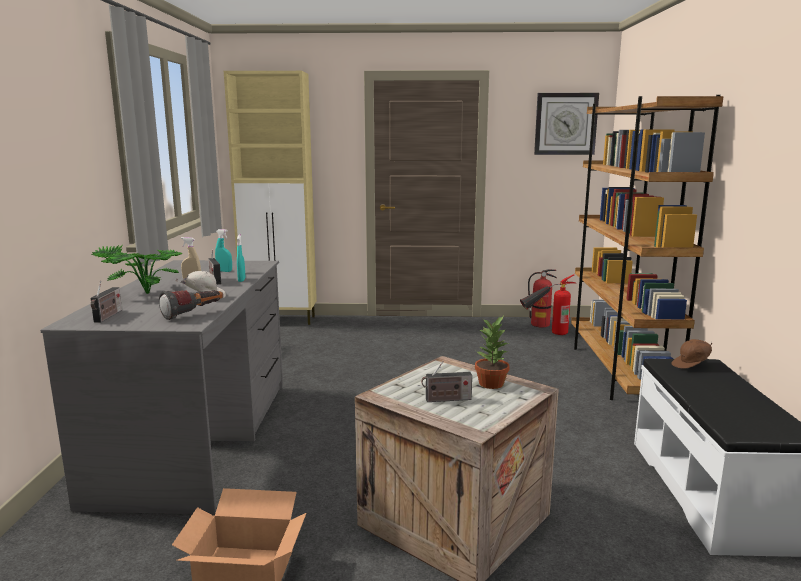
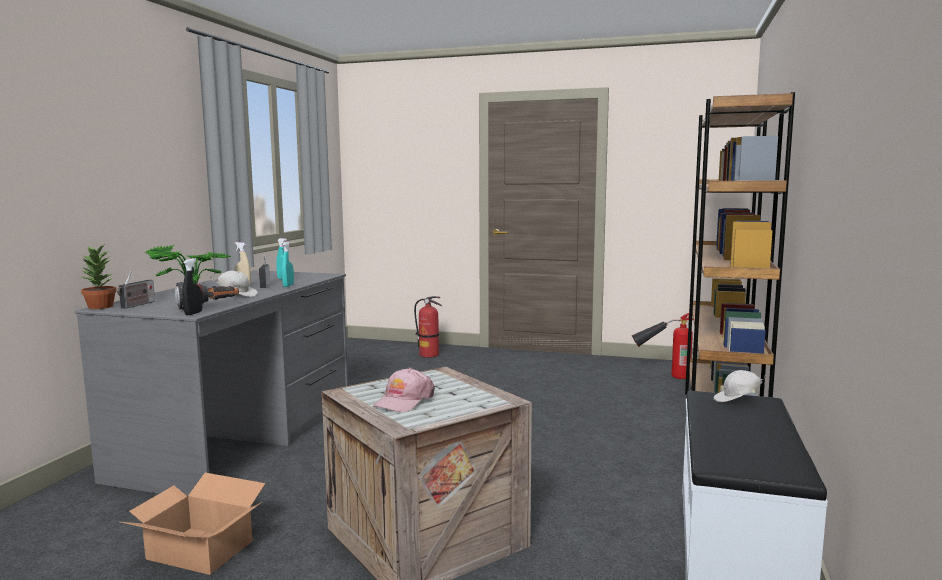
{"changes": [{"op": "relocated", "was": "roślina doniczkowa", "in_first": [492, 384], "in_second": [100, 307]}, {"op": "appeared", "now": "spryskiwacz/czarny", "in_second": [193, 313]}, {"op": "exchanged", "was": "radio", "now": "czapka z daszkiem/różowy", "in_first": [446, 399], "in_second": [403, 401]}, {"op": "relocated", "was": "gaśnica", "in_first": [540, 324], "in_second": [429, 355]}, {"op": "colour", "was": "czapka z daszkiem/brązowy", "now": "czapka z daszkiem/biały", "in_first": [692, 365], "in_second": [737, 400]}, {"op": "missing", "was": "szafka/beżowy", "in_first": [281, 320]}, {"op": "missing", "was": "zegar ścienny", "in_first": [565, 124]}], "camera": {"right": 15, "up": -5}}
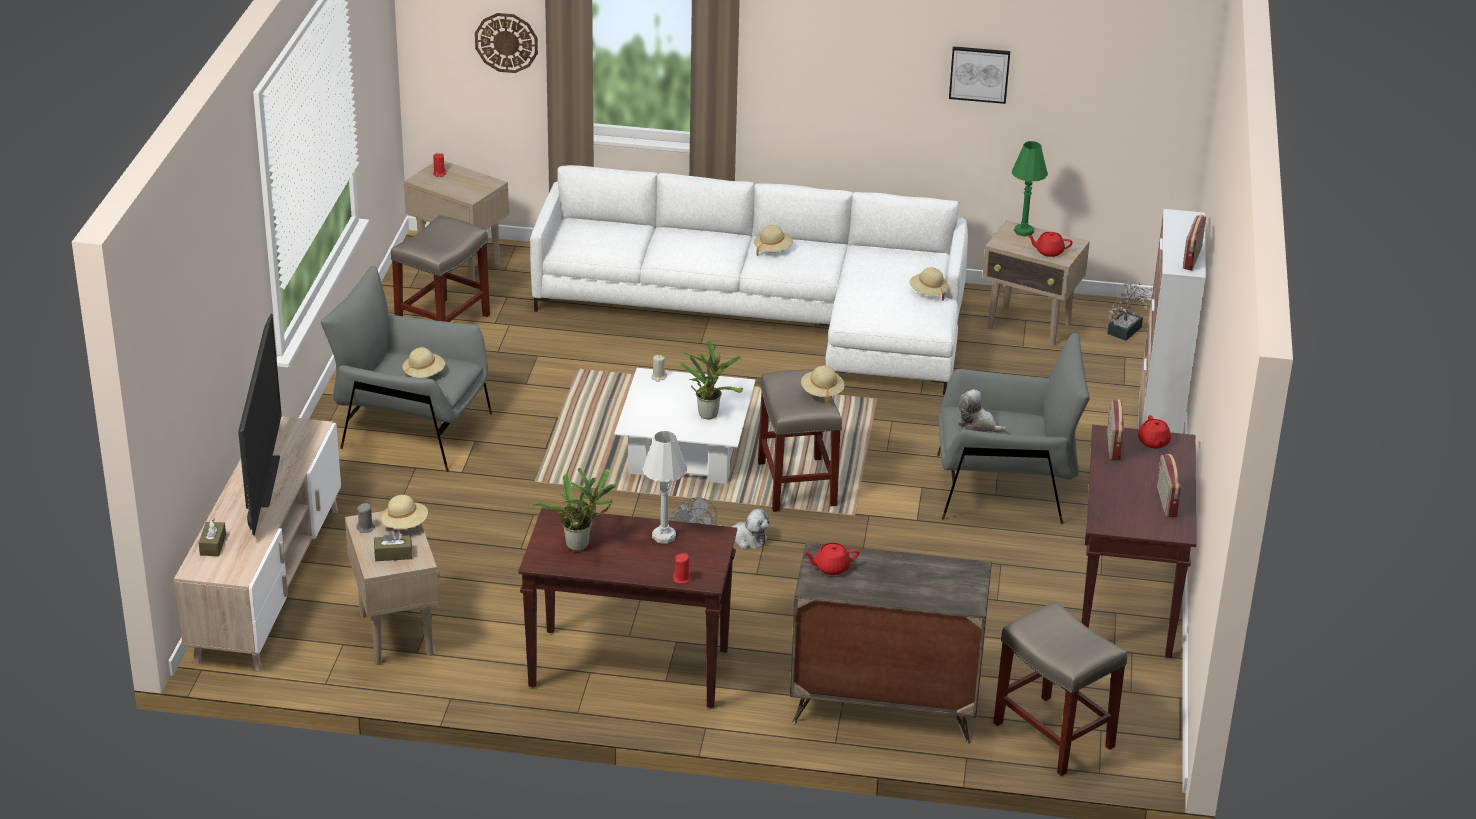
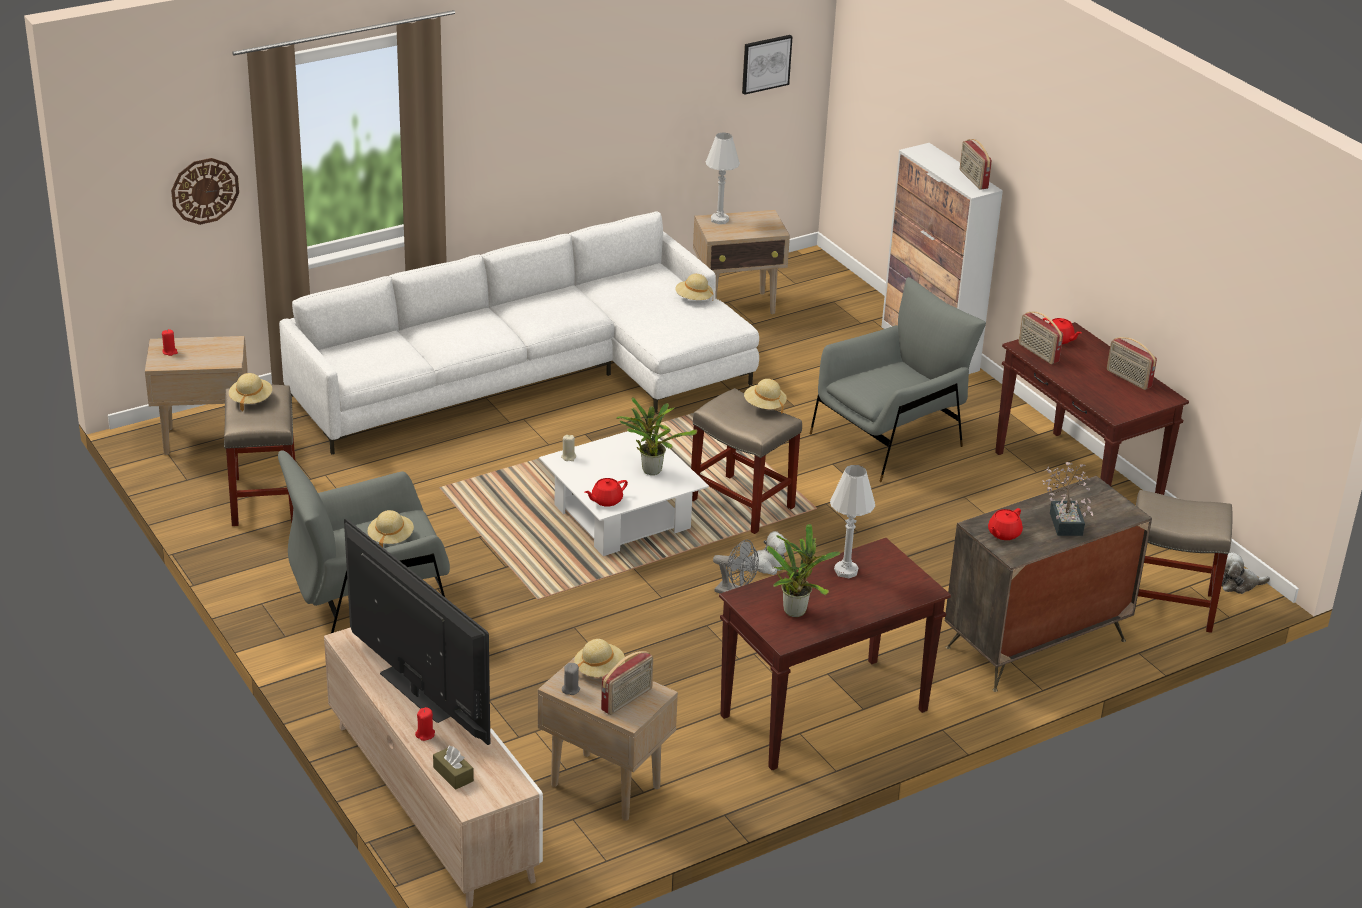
{"changes": [{"op": "relocated", "was": "kapelusz/beżowy", "in_first": [773, 250], "in_second": [251, 400]}, {"op": "relocated", "was": "świeca/czerwony", "in_first": [682, 579], "in_second": [425, 734]}, {"op": "relocated", "was": "imbryk/czerwony", "in_first": [1048, 252], "in_second": [606, 500]}, {"op": "exchanged", "was": "pudełko chusteczek/brązowy", "now": "radio", "in_first": [393, 554], "in_second": [627, 700]}, {"op": "colour", "was": "lampa stołowa/zielony", "now": "lampa stołowa/biały", "in_first": [1023, 231], "in_second": [719, 220]}, {"op": "relocated", "was": "obraz", "in_first": [979, 74], "in_second": [765, 63]}, {"op": "relocated", "was": "roślina doniczkowa", "in_first": [1127, 329], "in_second": [1065, 521]}, {"op": "relocated", "was": "pluszak", "in_first": [978, 425], "in_second": [1239, 584]}], "camera": {"right": -40, "up": 0}}
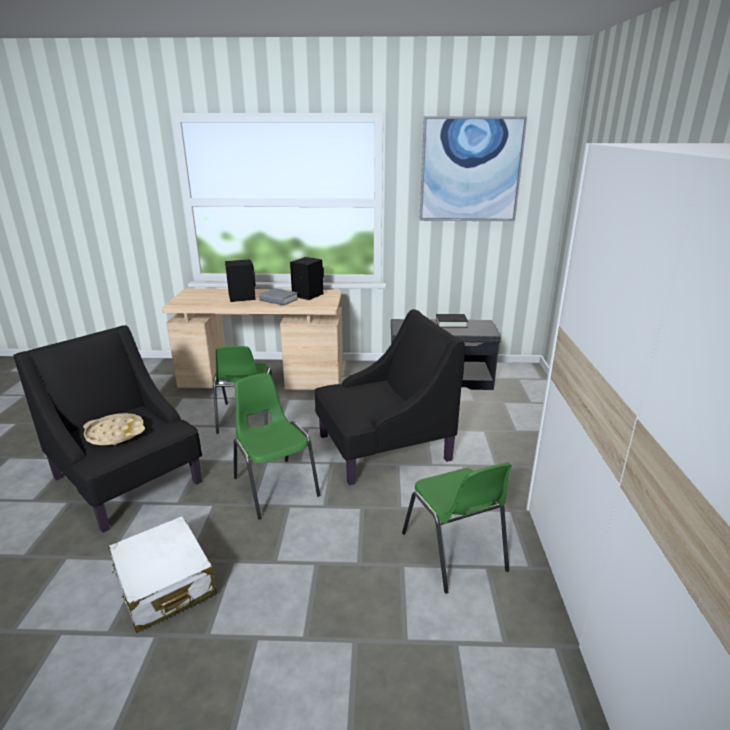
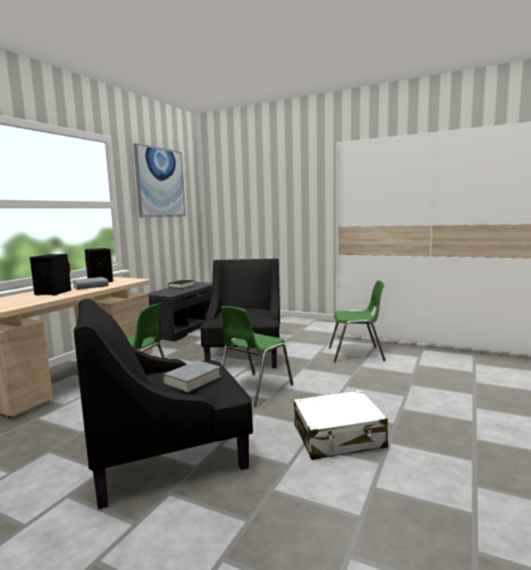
{"changes": [{"op": "exchanged", "was": "taca/beżowy", "now": "książka/szary", "in_first": [115, 434], "in_second": [192, 380]}, {"op": "spun", "was": "krzesło/zielony", "in_first": [275, 486], "in_second": [253, 389], "clockwise": -45}], "camera": {"right": -65, "up": -15}}
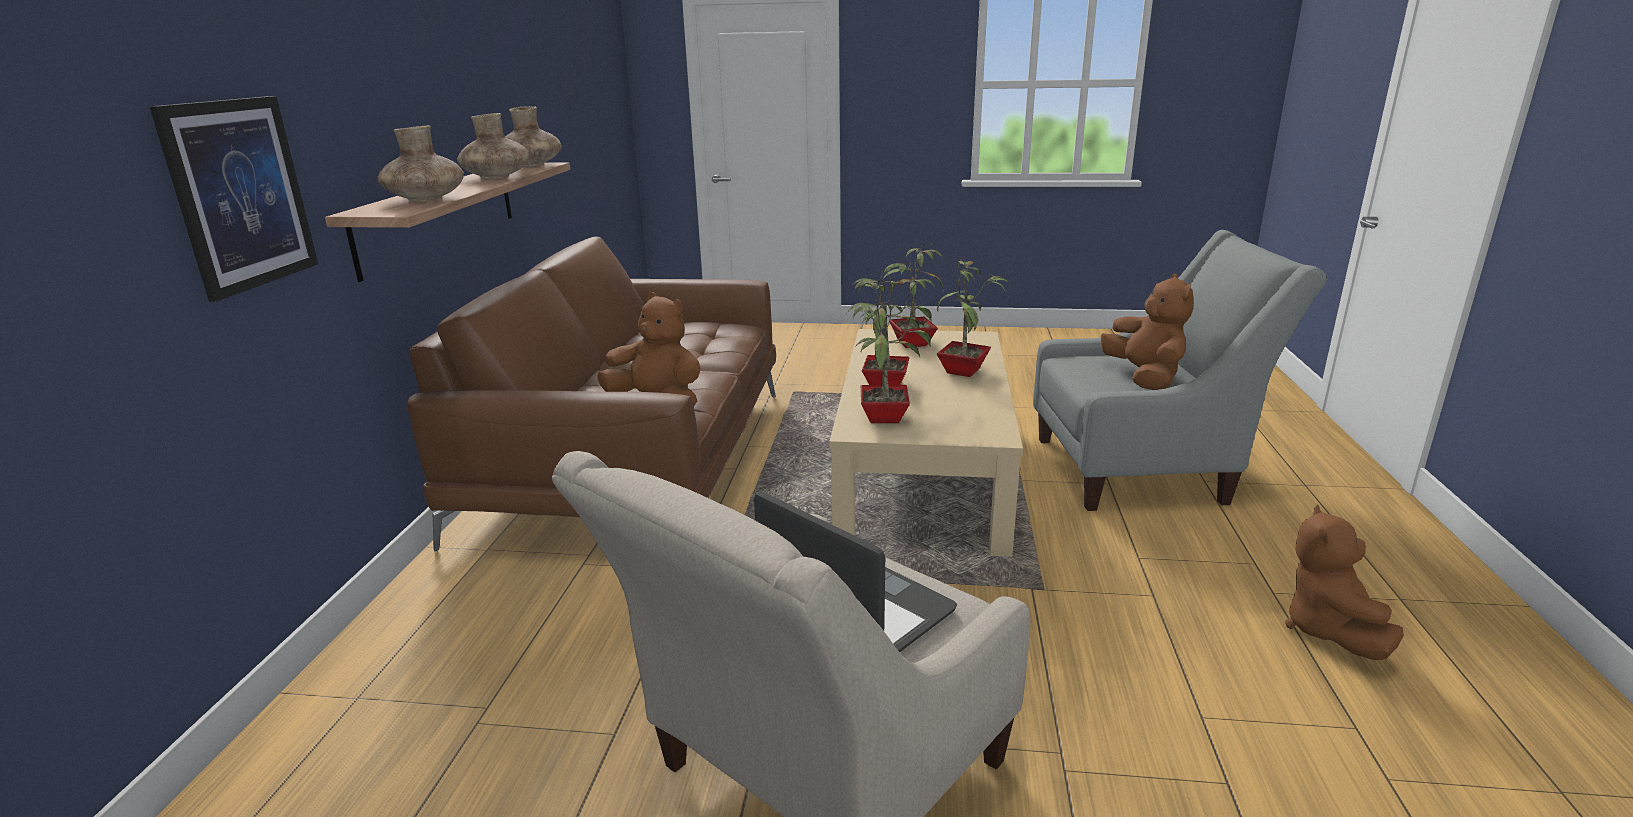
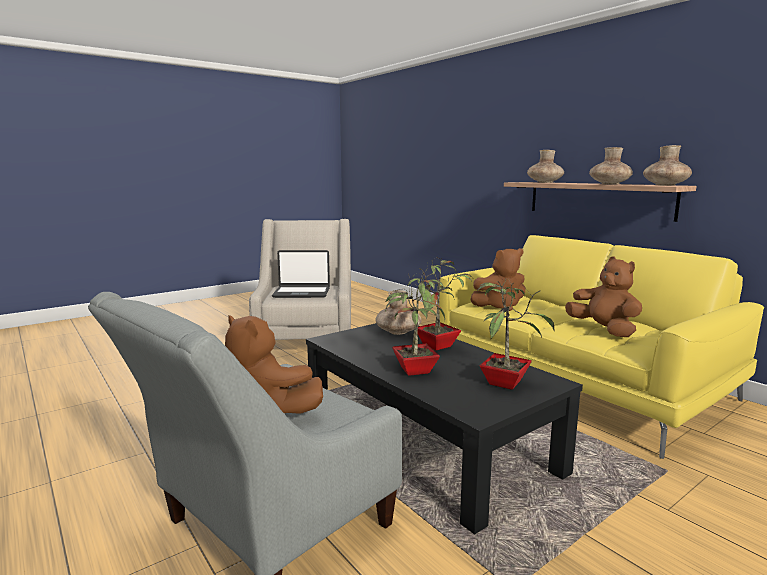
{"changes": [{"op": "colour", "was": "ława/beżowy", "now": "ława/czarny", "in_first": [923, 473], "in_second": [426, 440]}, {"op": "exchanged", "was": "roślina doniczkowa", "now": "wazon/brązowy", "in_first": [884, 416], "in_second": [398, 332]}, {"op": "colour", "was": "kanapa/brązowy", "now": "kanapa/żółty", "in_first": [636, 459], "in_second": [574, 380]}, {"op": "relocated", "was": "pluszak/brązowy", "in_first": [1329, 630], "in_second": [603, 330]}, {"op": "missing", "was": "obraz", "in_first": [240, 194]}], "camera": {"right": 135, "up": -10}}
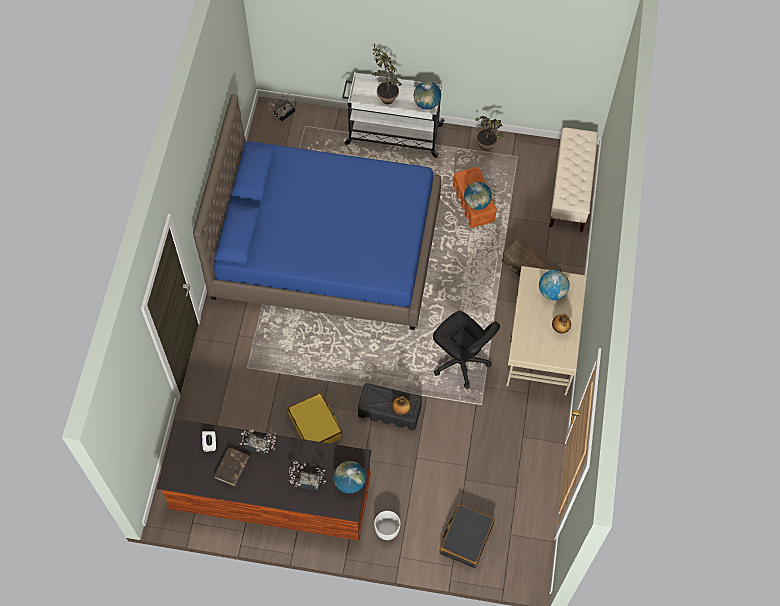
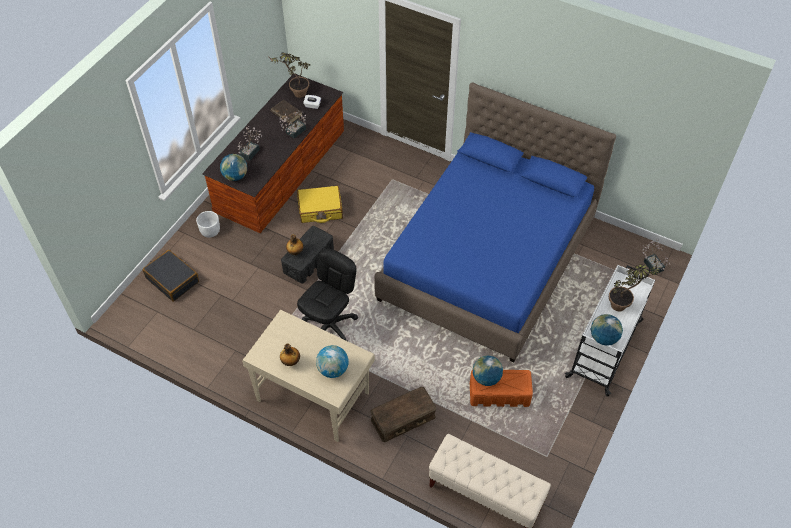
{"changes": [{"op": "relocated", "was": "roślina doniczkowa", "in_first": [487, 149], "in_second": [295, 93]}, {"op": "spun", "was": "krzesło biurowe/czarny", "in_first": [460, 361], "in_second": [330, 326], "clockwise": 150}], "camera": {"right": 110, "up": -10}}
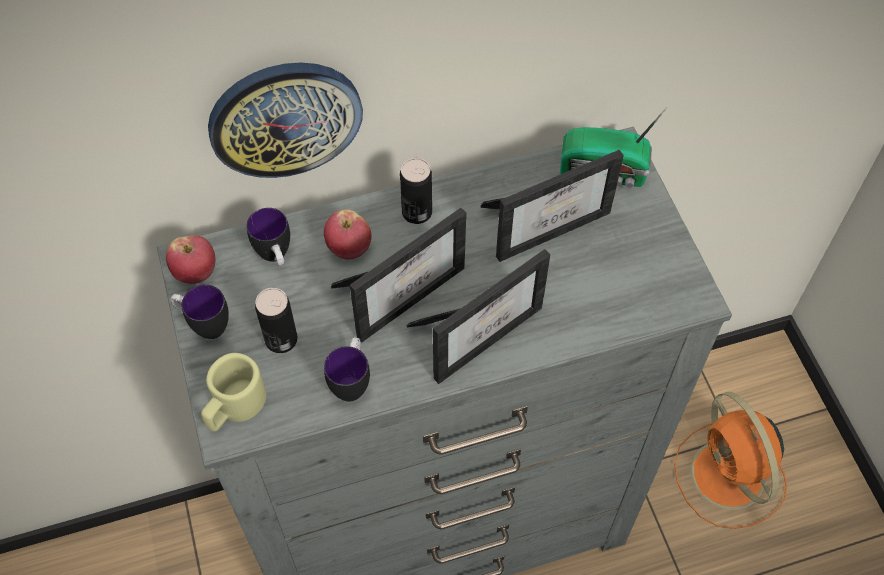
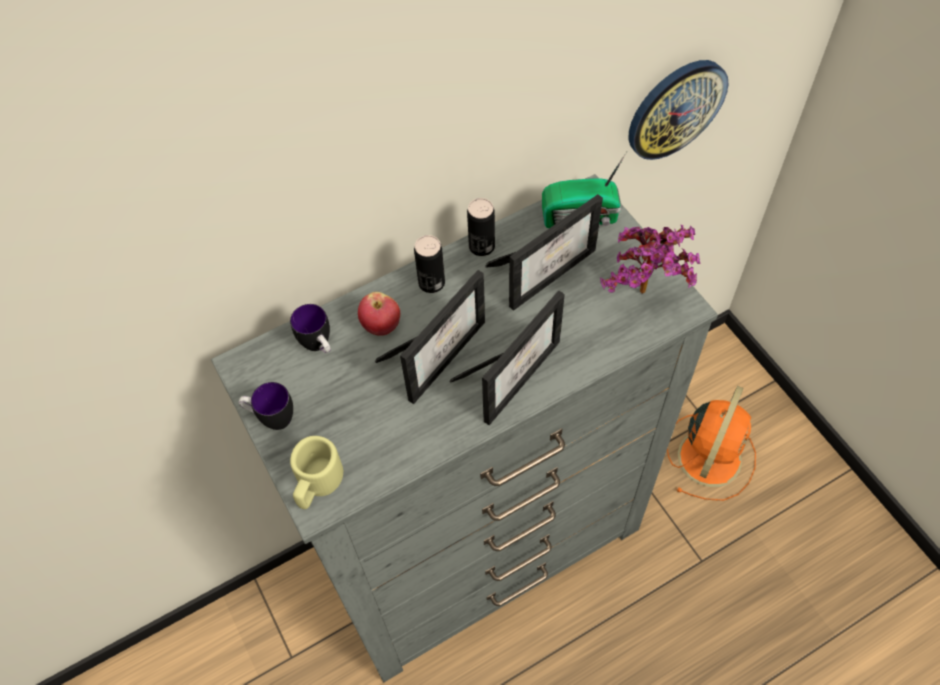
{"changes": [{"op": "relocated", "was": "puszka", "in_first": [281, 339], "in_second": [481, 246]}, {"op": "appeared", "now": "roślina doniczkowa", "in_second": [645, 296]}, {"op": "relocated", "was": "zegar ścienny", "in_first": [285, 118], "in_second": [675, 108]}, {"op": "spun", "was": "wentylator/pomarańczowy", "in_first": [729, 478], "in_second": [710, 455], "clockwise": -120}, {"op": "missing", "was": "jabłko", "in_first": [196, 272]}, {"op": "missing", "was": "kubek", "in_first": [352, 381]}], "camera": {"right": -10, "up": 0}}
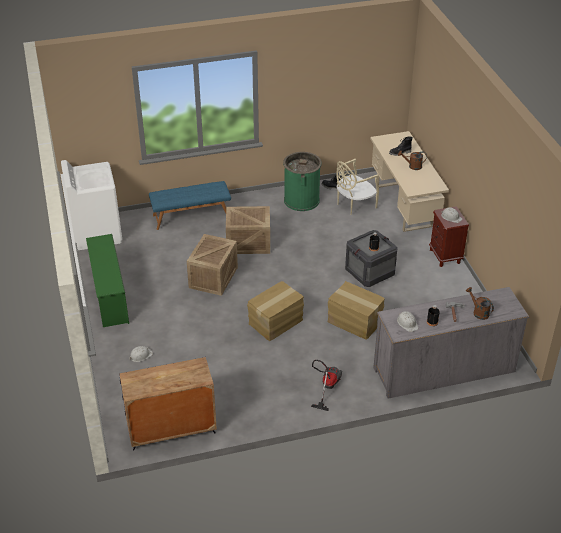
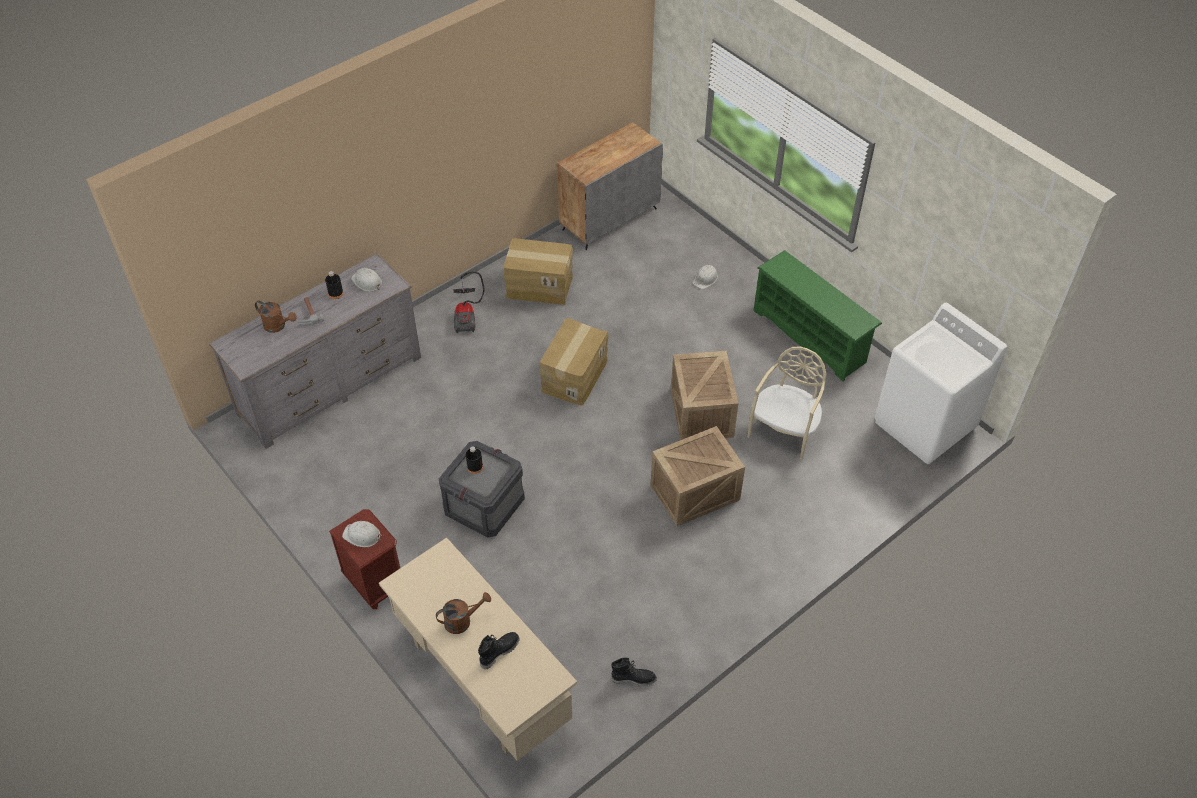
{"changes": [{"op": "relocated", "was": "karton", "in_first": [354, 321], "in_second": [539, 285]}, {"op": "relocated", "was": "krzesło/beżowy", "in_first": [354, 204], "in_second": [784, 431]}, {"op": "missing", "was": "ławka/niebieski", "in_first": [191, 216]}, {"op": "missing", "was": "kosz na śmieci/zielony", "in_first": [301, 200]}], "camera": {"right": 155, "up": 10}}
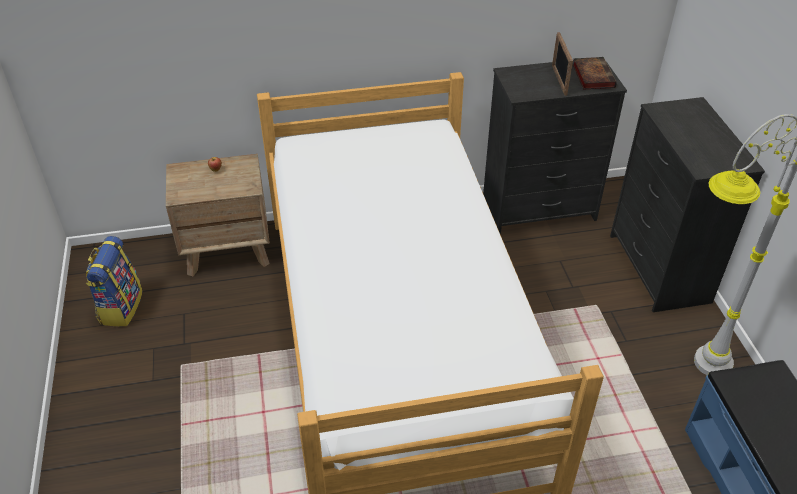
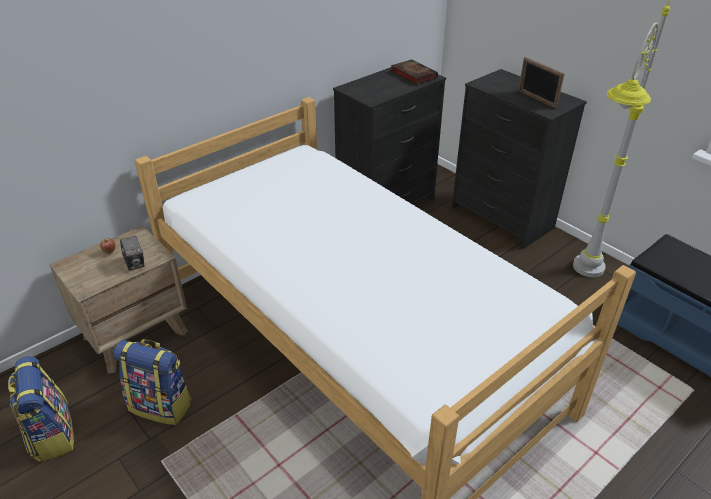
{"changes": [{"op": "appeared", "now": "plecak", "in_second": [162, 405]}, {"op": "appeared", "now": "aparat fotograficzny", "in_second": [135, 263]}, {"op": "relocated", "was": "ramka na zdjęcie", "in_first": [559, 80], "in_second": [536, 99]}], "camera": {"right": -30, "up": -5}}
